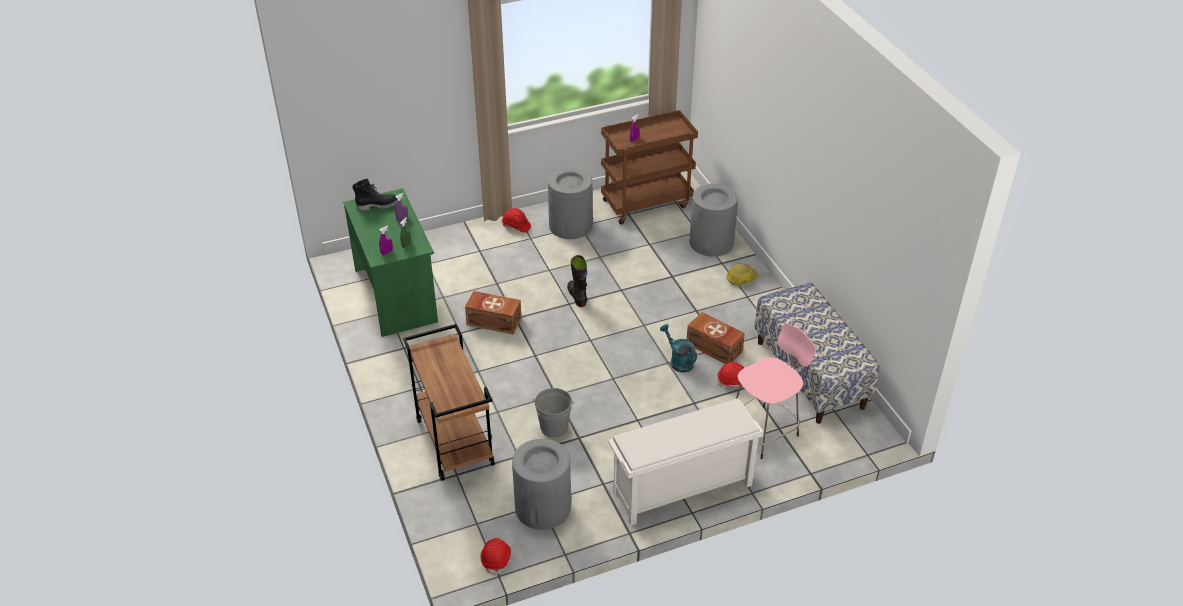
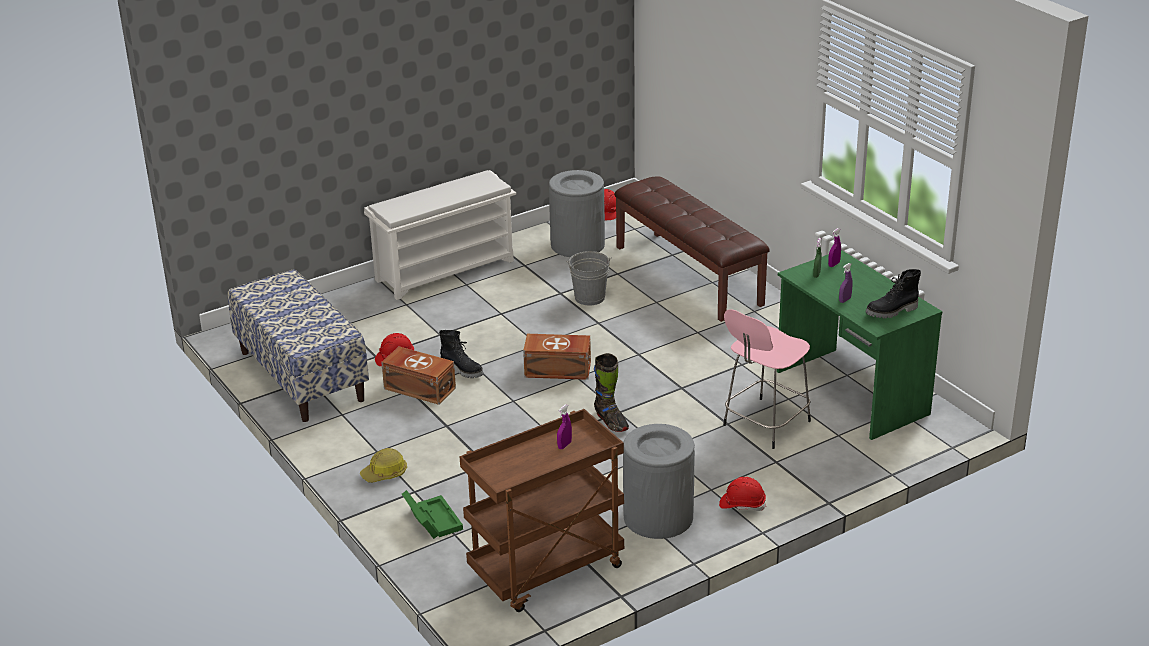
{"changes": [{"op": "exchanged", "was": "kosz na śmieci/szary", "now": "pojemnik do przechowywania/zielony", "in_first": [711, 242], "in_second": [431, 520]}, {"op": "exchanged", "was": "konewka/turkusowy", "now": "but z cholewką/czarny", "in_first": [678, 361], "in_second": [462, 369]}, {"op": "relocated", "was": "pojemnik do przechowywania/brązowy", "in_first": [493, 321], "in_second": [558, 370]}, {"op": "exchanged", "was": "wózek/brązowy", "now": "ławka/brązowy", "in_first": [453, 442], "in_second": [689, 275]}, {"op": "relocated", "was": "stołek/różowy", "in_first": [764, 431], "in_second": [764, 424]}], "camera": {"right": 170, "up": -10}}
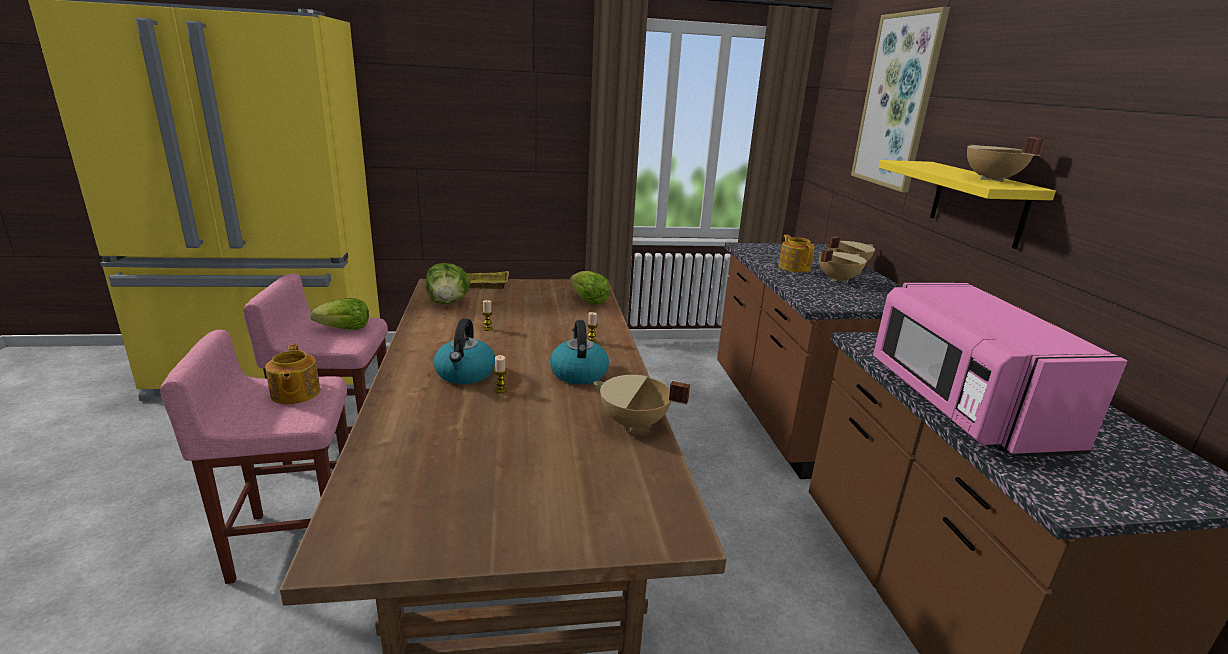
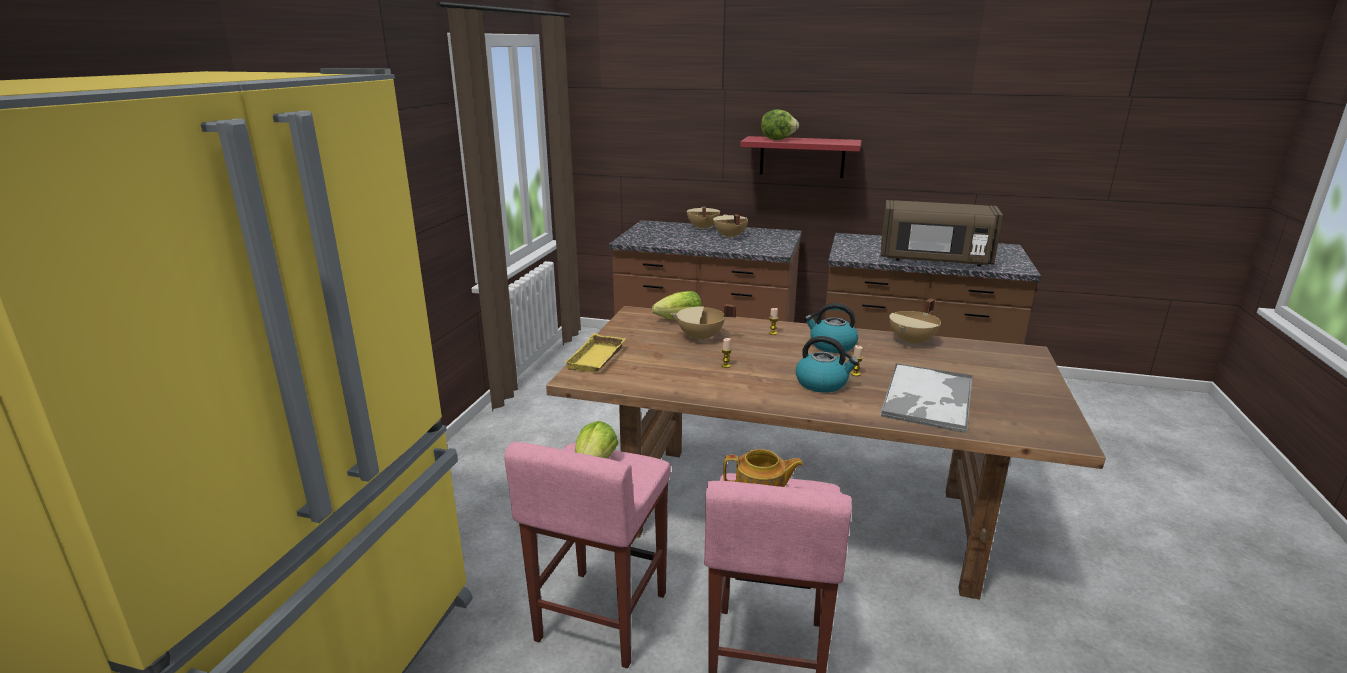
{"changes": [{"op": "relocated", "was": "garnek/beżowy", "in_first": [991, 179], "in_second": [700, 338]}, {"op": "colour", "was": "półka/żółty", "now": "półka/czerwony", "in_first": [978, 203], "in_second": [802, 157]}, {"op": "relocated", "was": "sałata", "in_first": [448, 302], "in_second": [777, 139]}, {"op": "appeared", "now": "taca", "in_second": [927, 398]}, {"op": "colour", "was": "mikrofalówka/różowy", "now": "mikrofalówka/brązowy", "in_first": [961, 406], "in_second": [934, 260]}, {"op": "missing", "was": "imbryk", "in_first": [794, 267]}, {"op": "missing", "was": "obraz", "in_first": [897, 101]}], "camera": {"right": -65, "up": 0}}
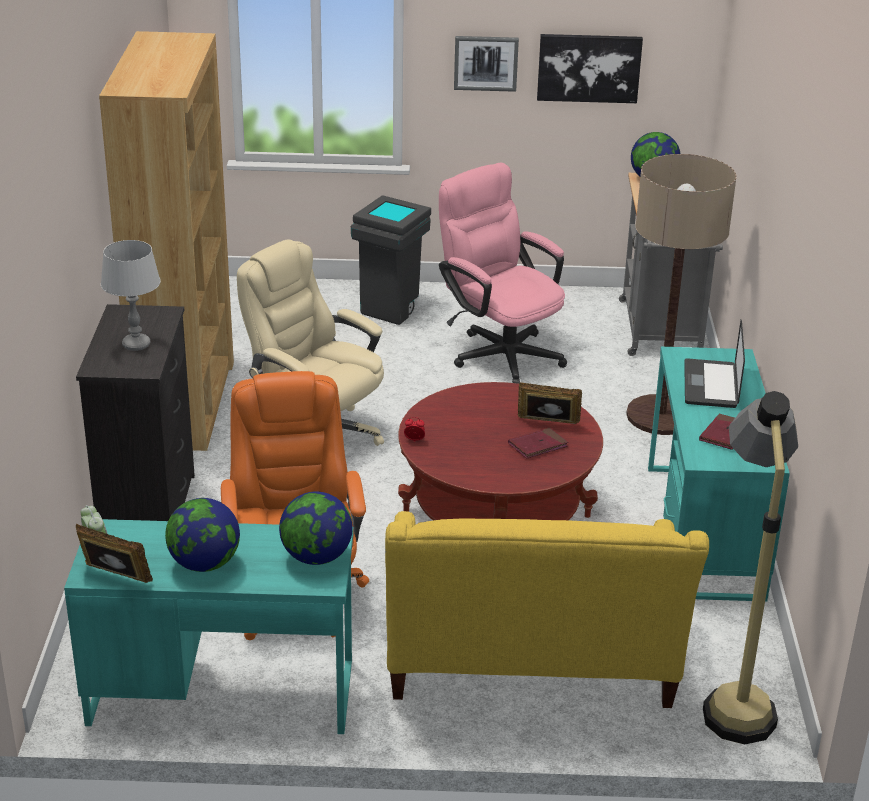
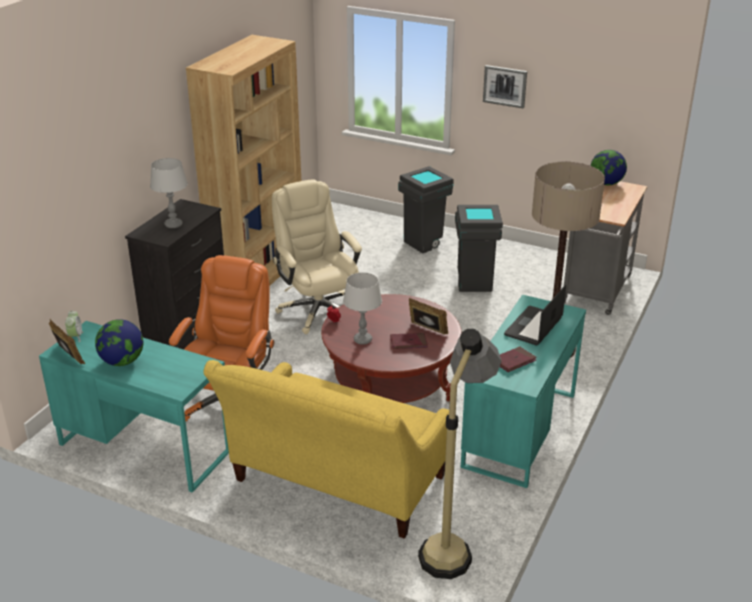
{"changes": [{"op": "appeared", "now": "lampa stołowa/szary", "in_second": [363, 340]}, {"op": "exchanged", "was": "krzesło biurowe/różowy", "now": "kosz na śmieci/szary", "in_first": [500, 352], "in_second": [474, 283]}, {"op": "missing", "was": "globus", "in_first": [316, 557]}, {"op": "missing", "was": "obraz", "in_first": [589, 67]}], "camera": {"right": 25, "up": 0}}
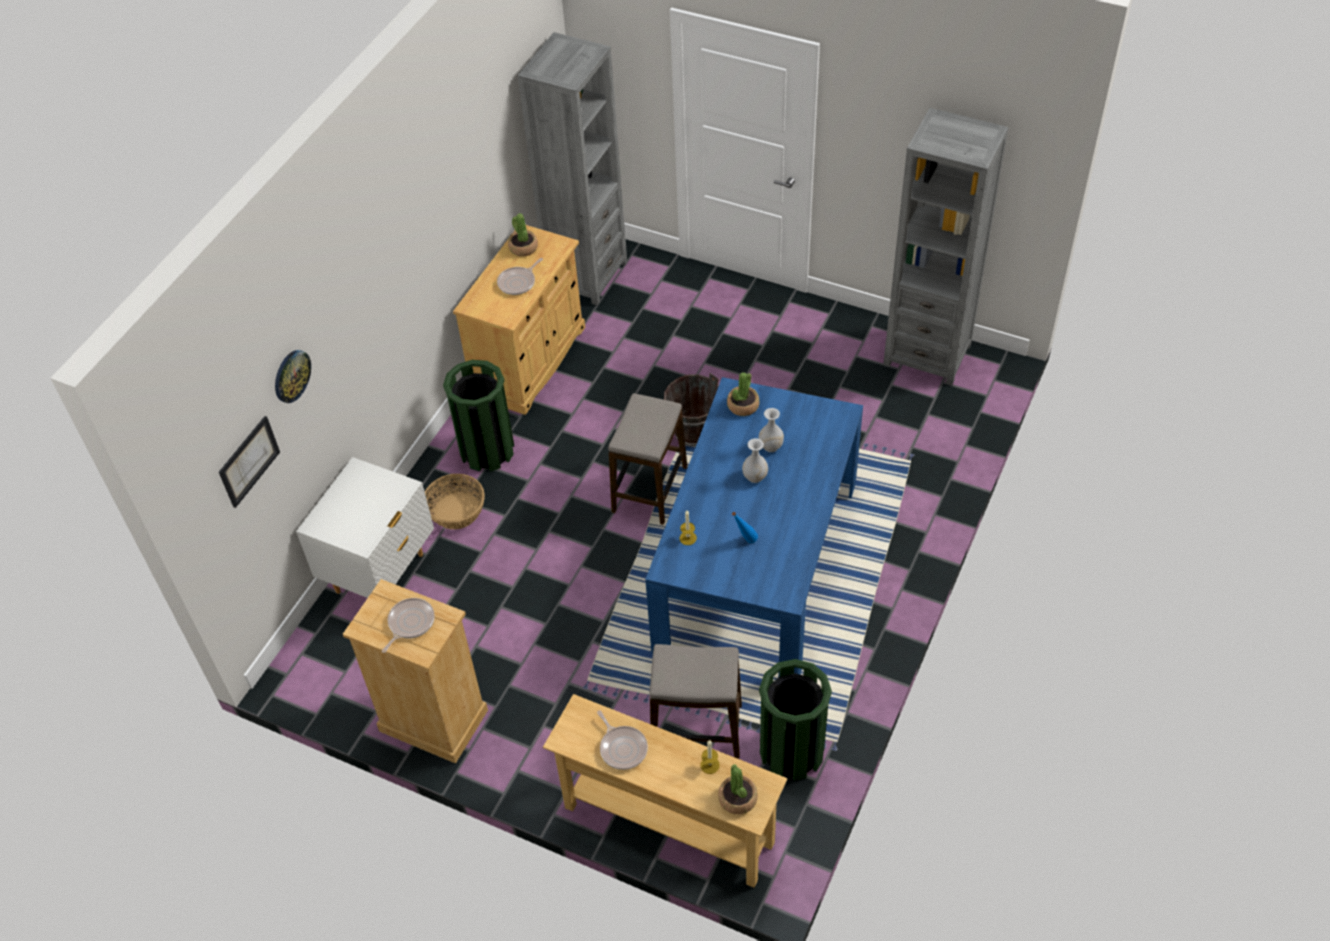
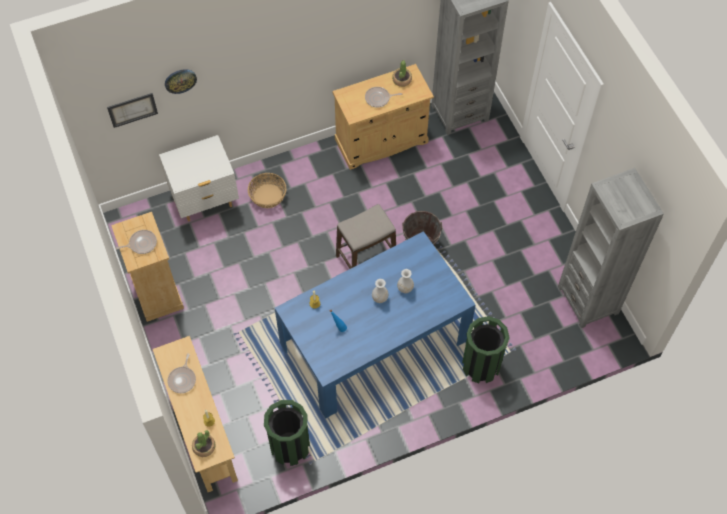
{"changes": [{"op": "relocated", "was": "kosz na śmieci/zielony", "in_first": [487, 450], "in_second": [481, 365]}, {"op": "missing", "was": "stołek", "in_first": [697, 729]}, {"op": "missing", "was": "roślina doniczkowa", "in_first": [743, 405]}], "camera": {"right": 40, "up": 10}}
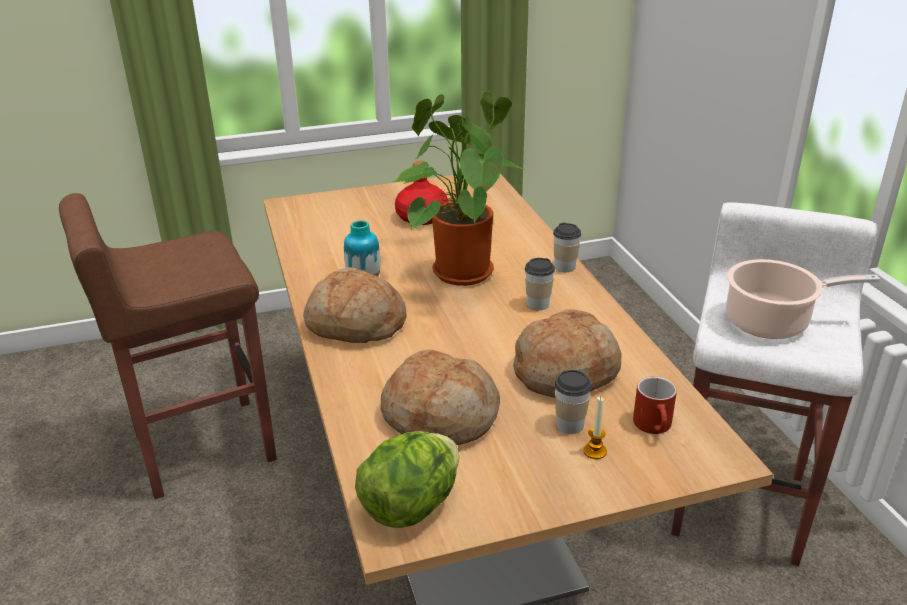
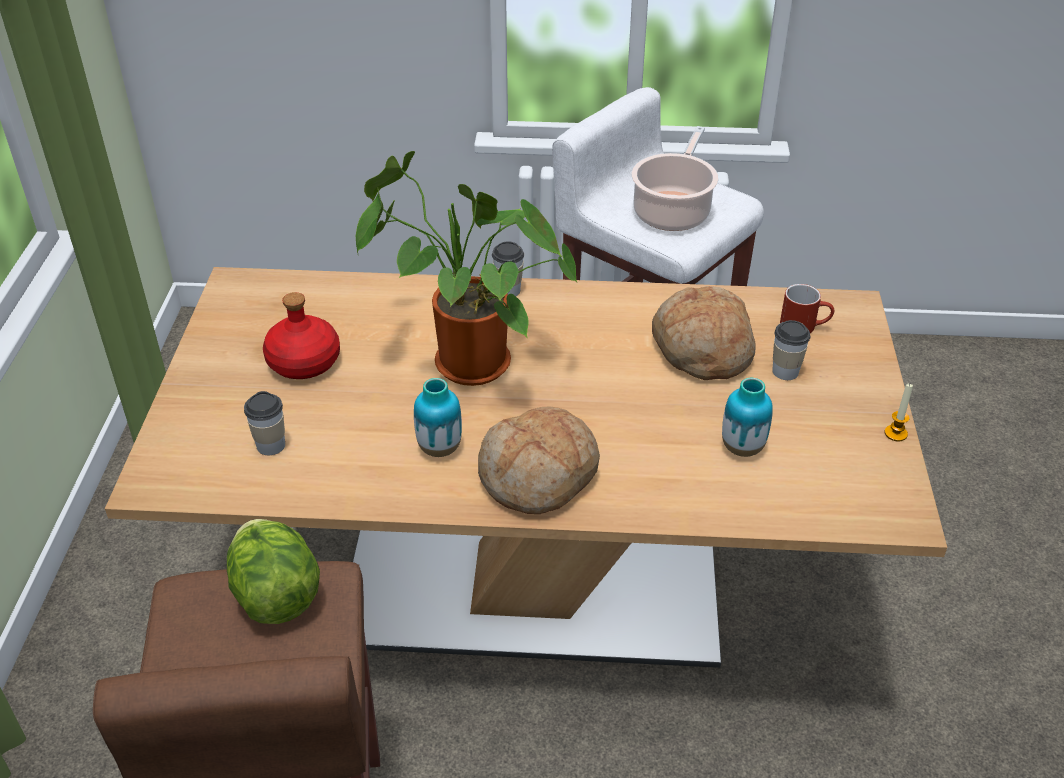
{"changes": [{"op": "relocated", "was": "sałata", "in_first": [411, 506], "in_second": [276, 596]}, {"op": "relocated", "was": "filiżanka", "in_first": [538, 304], "in_second": [271, 445]}, {"op": "exchanged", "was": "chleb", "now": "wazon", "in_first": [441, 415], "in_second": [742, 448]}, {"op": "relocated", "was": "świeca", "in_first": [595, 451], "in_second": [895, 433]}], "camera": {"right": -70, "up": 10}}
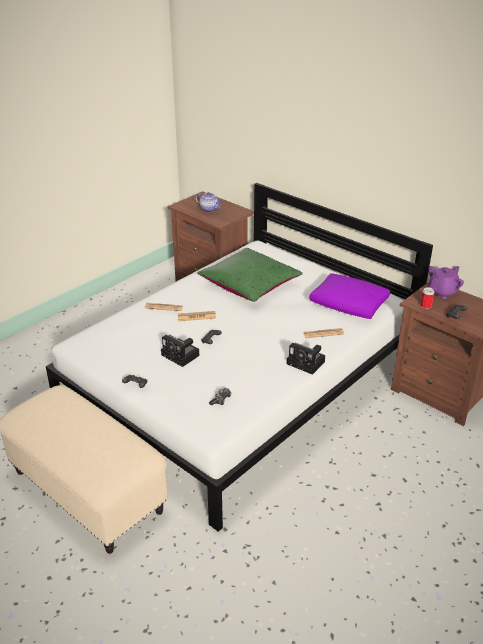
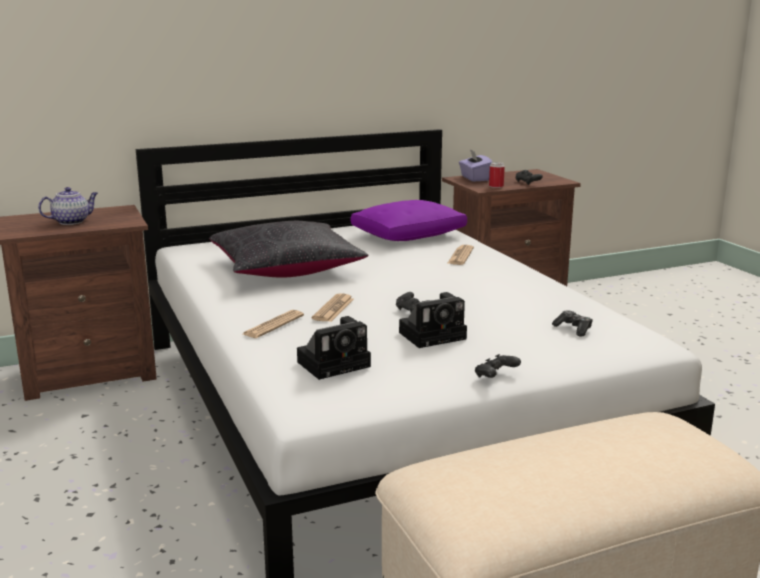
{"changes": [{"op": "colour", "was": "poduszka/zielony", "now": "poduszka/czarny", "in_first": [249, 285], "in_second": [286, 268]}, {"op": "relocated", "was": "aparat fotograficzny", "in_first": [307, 363], "in_second": [336, 363]}, {"op": "exchanged", "was": "imbryk/fioletowy", "now": "pudełko chusteczek/fioletowy", "in_first": [442, 292], "in_second": [474, 178]}], "camera": {"right": -65, "up": -15}}
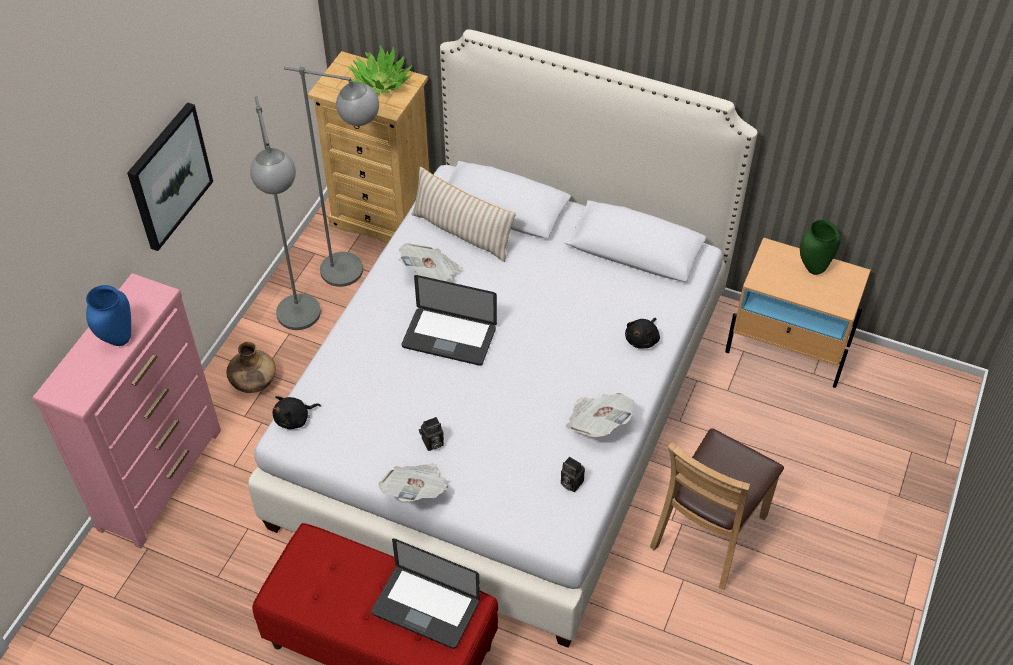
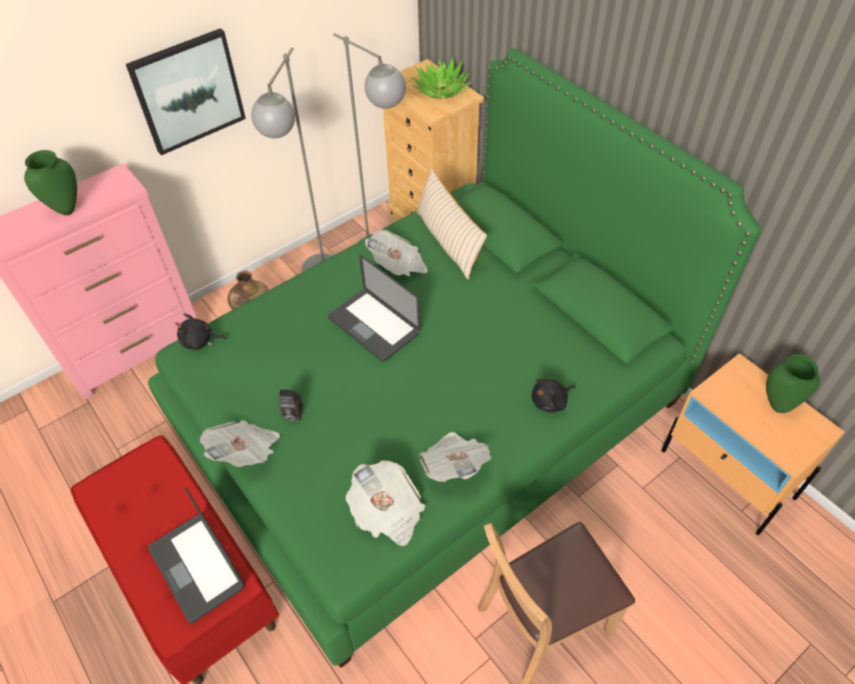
{"changes": [{"op": "colour", "was": "wazon/niebieski", "now": "wazon/zielony", "in_first": [119, 340], "in_second": [67, 210]}, {"op": "colour", "was": "łóżko/biały", "now": "łóżko/zielony", "in_first": [505, 408], "in_second": [429, 414]}, {"op": "exchanged", "was": "aparat fotograficzny", "now": "gazeta", "in_first": [570, 483], "in_second": [387, 512]}], "camera": {"right": 30, "up": 0}}
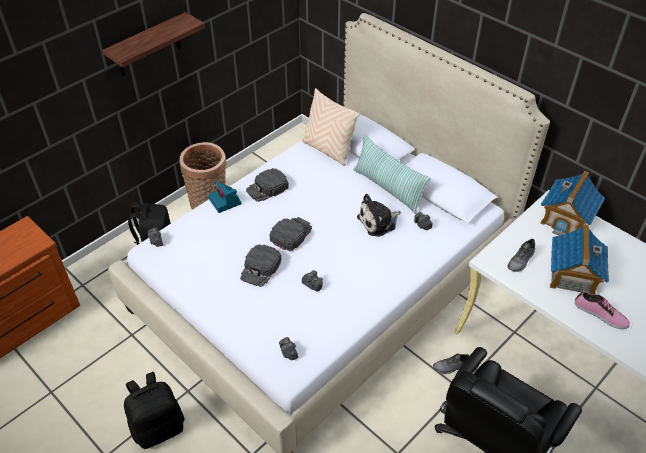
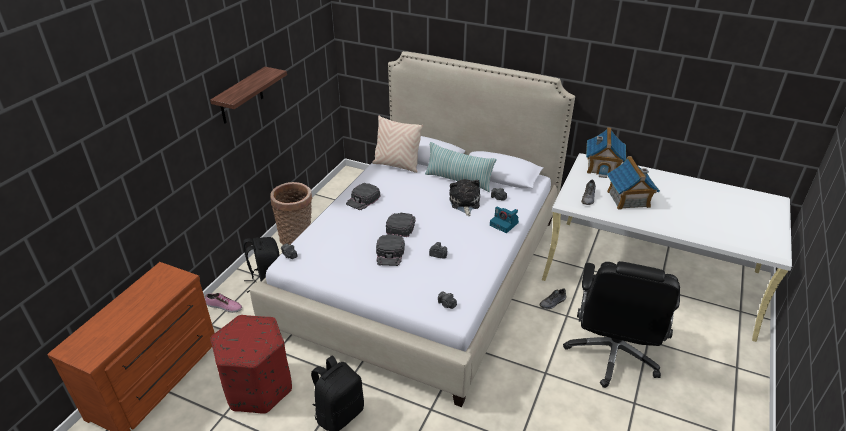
{"changes": [{"op": "relocated", "was": "but", "in_first": [600, 315], "in_second": [224, 306]}, {"op": "appeared", "now": "pufa/czerwony", "in_second": [258, 387]}, {"op": "spun", "was": "pluszak", "in_first": [378, 222], "in_second": [464, 203], "clockwise": 135}, {"op": "relocated", "was": "aparat fotograficzny", "in_first": [226, 202], "in_second": [504, 224]}], "camera": {"right": -20, "up": -10}}
